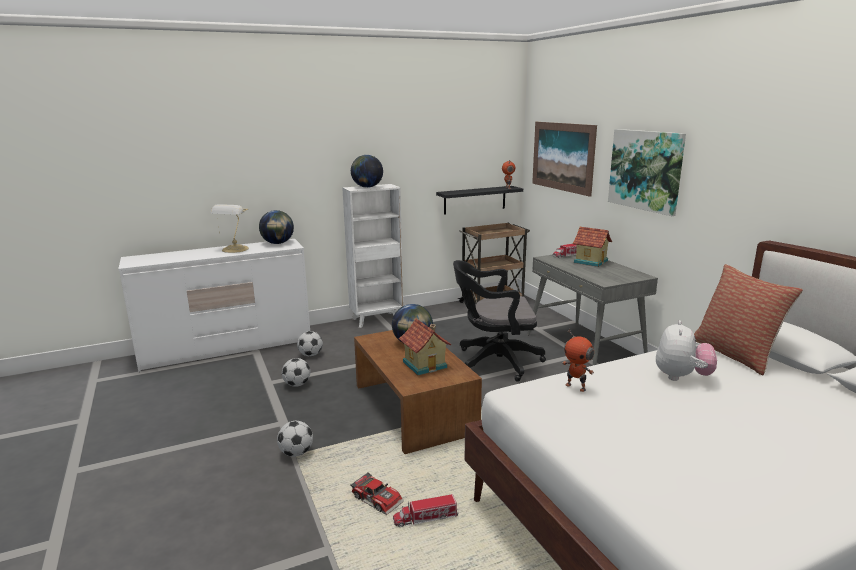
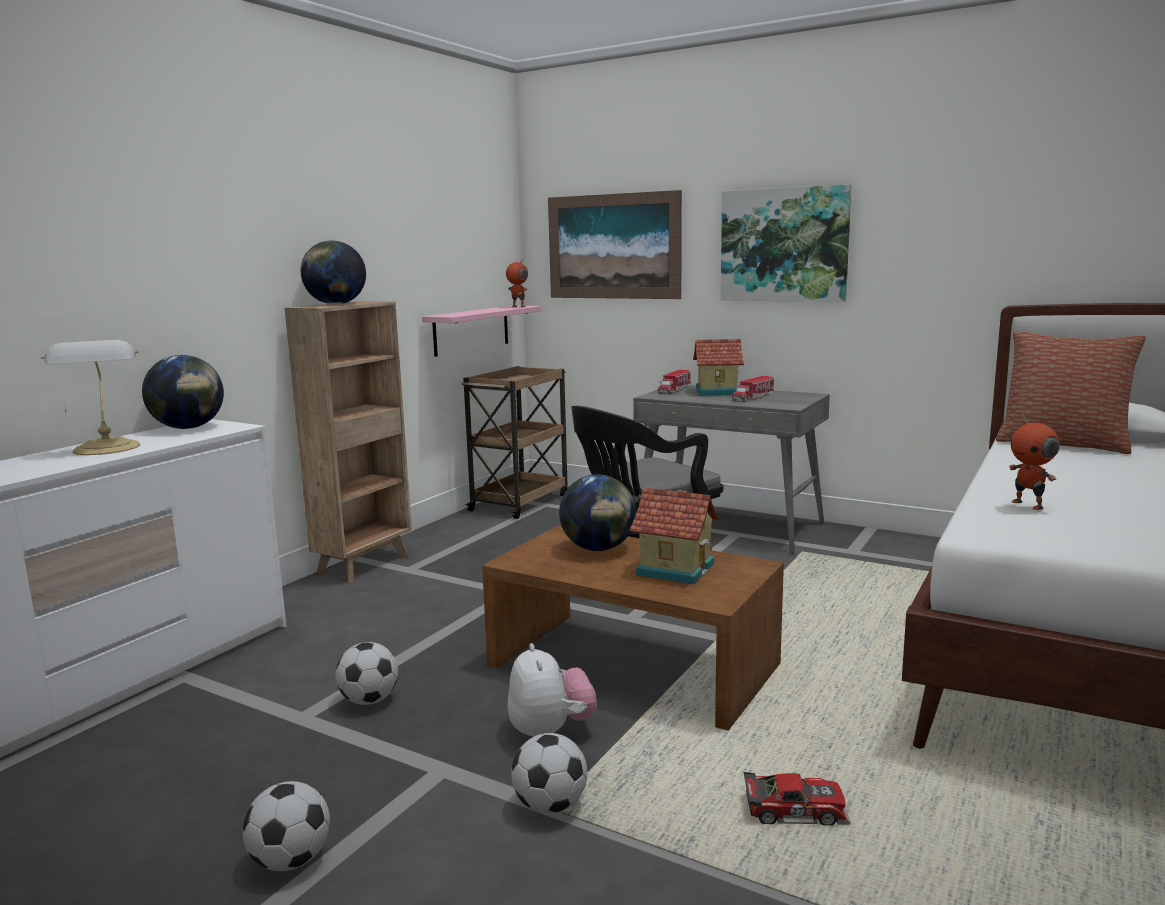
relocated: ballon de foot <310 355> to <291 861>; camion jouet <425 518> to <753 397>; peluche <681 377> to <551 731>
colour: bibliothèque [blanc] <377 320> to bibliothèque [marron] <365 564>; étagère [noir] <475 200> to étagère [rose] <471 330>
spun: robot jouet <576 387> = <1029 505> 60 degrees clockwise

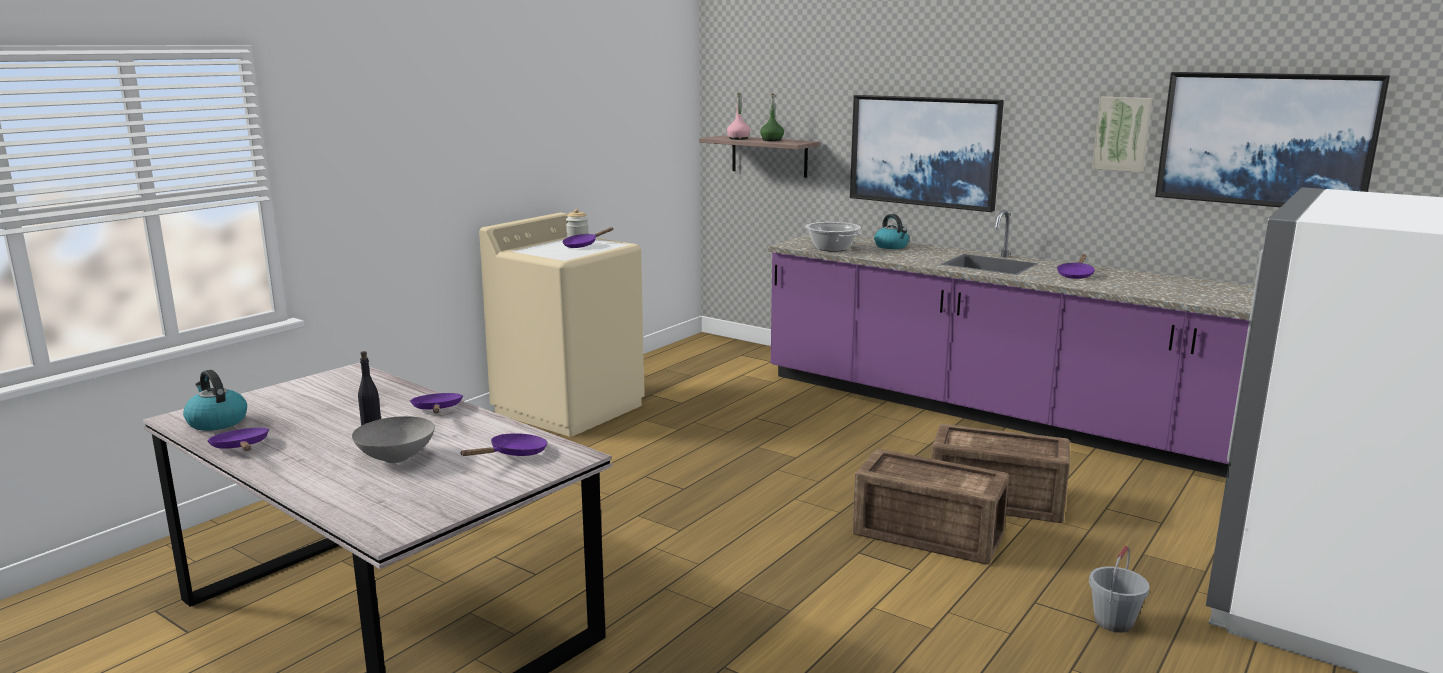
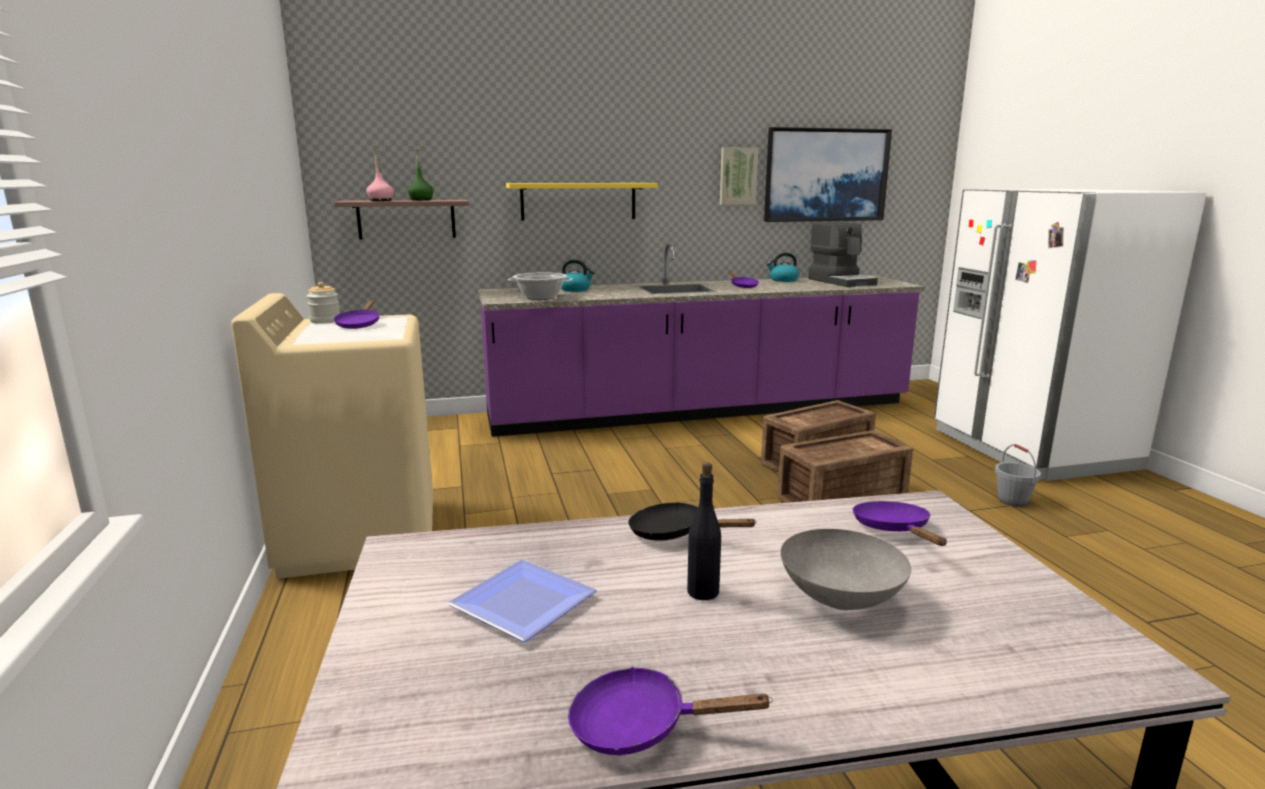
appeared: assiette <518 604>; machine à café <841 281>
relocated: bouilloire <216 422> to <783 280>
exchanged: tableau <924 151> to étagère [jaune] <578 201>
colour: poêle [violet] <437 410> to poêle [noir] <674 533>

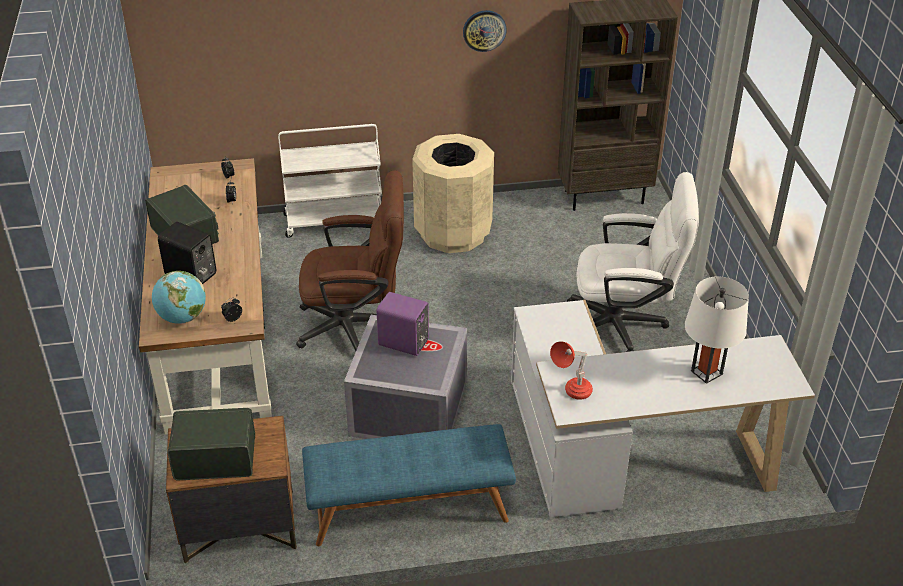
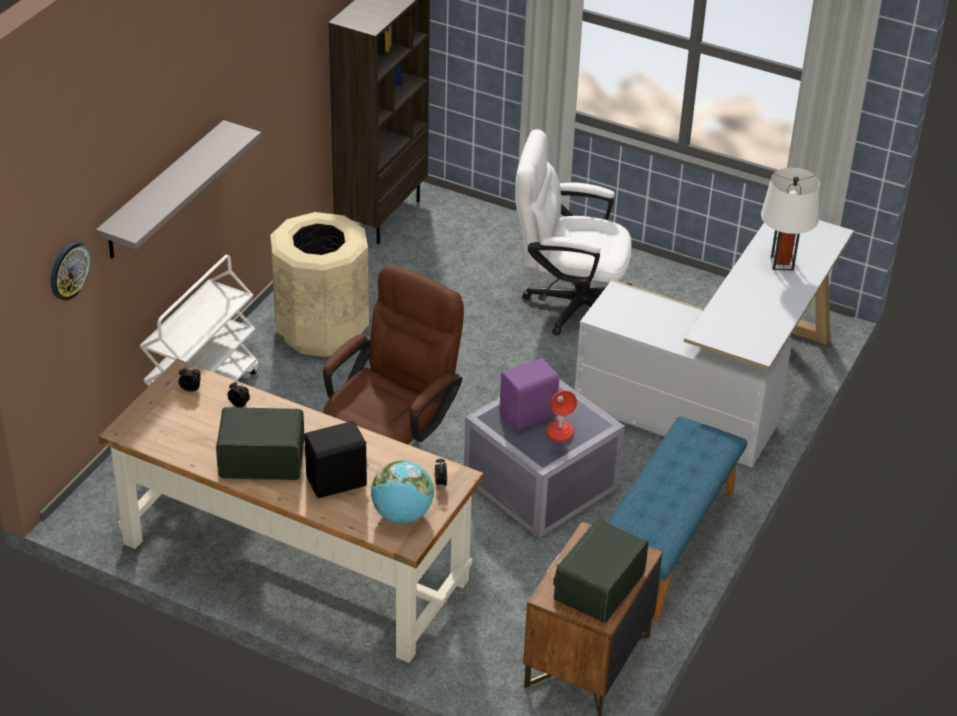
appeared: étagère [gris] <163 191>
relocated: horloge murale <484 30> to <69 270>; lampe de table [rouge] <572 394> to <559 439>
spun: chaise de bureau [blanc] <625 325> = <568 303> 120 degrees counterclockwise

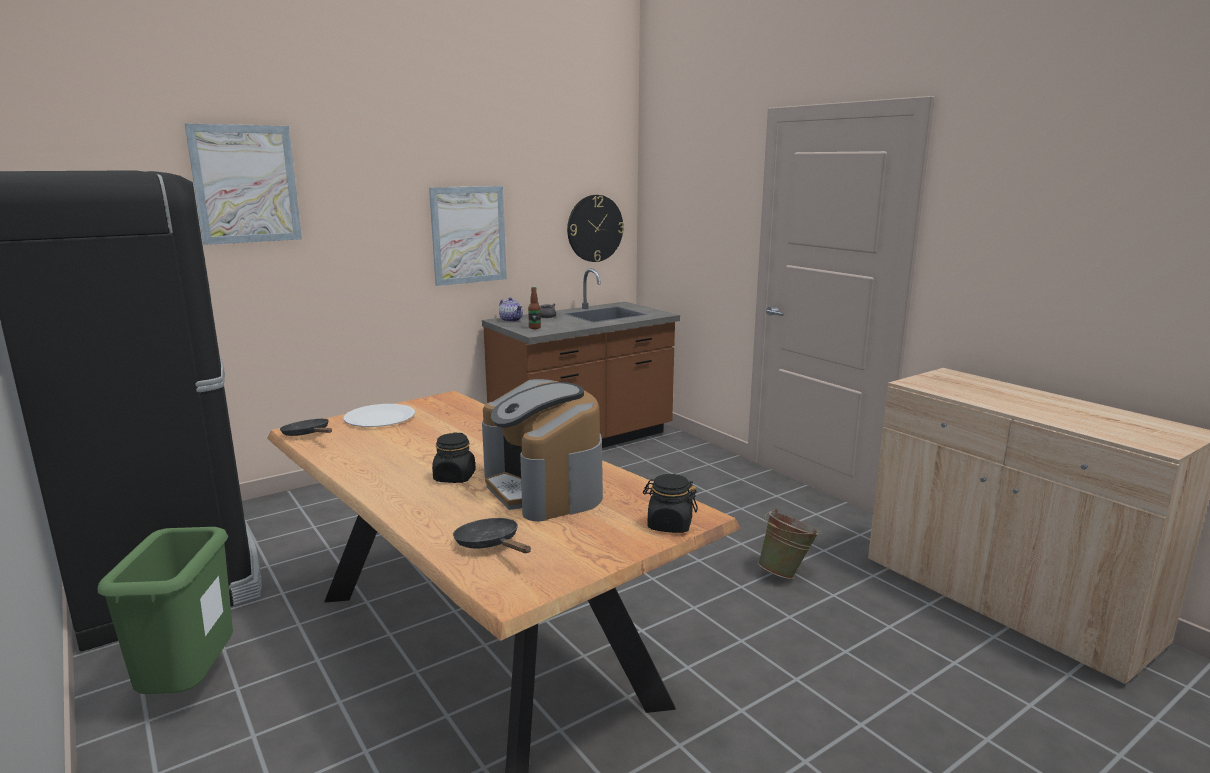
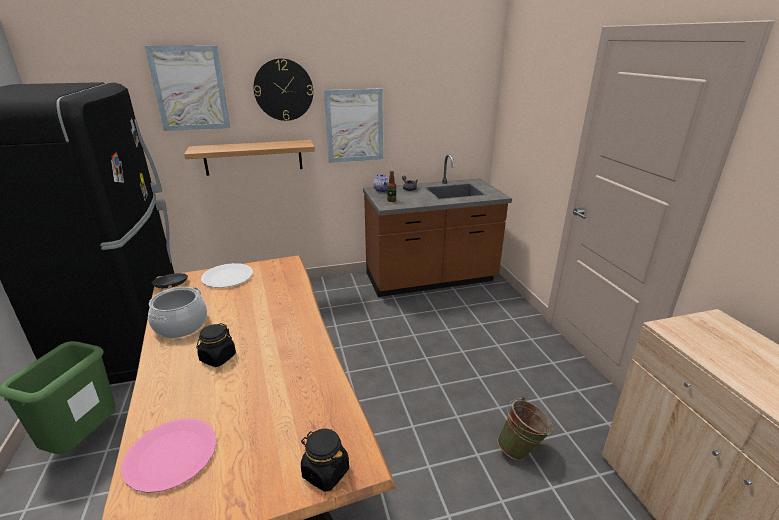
missing: machine à café <544 488>
appeared: marmite <181 325>; étagère <253 157>
relocated: horloge murale <595 228> to <283 90>
exchanged: poêle [noir] <490 544> to assiette [rose] <171 455>

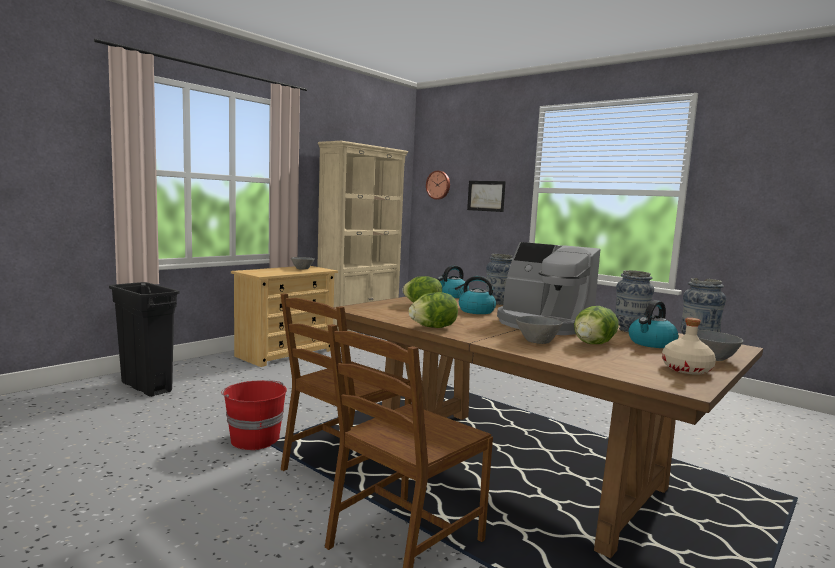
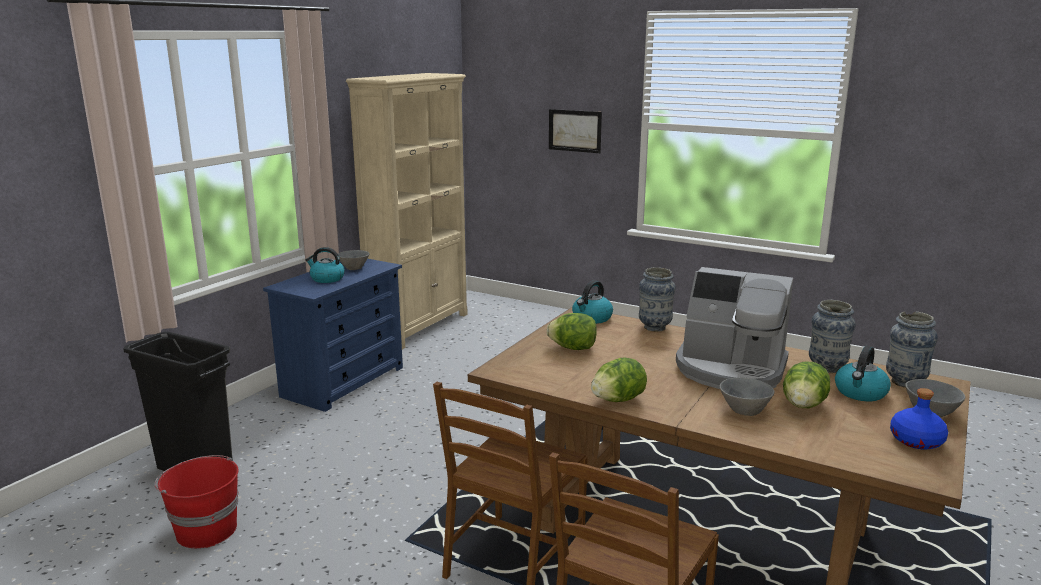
missing: horloge murale <438 185>
relocated: seau [rouge] <254 439> to <205 530>; bouilloire <475 311> to <326 279>
colour: commode [beige] <285 353> to commode [bleu] <344 381>; bouteille [beige] <686 369> to bouteille [bleu] <916 441>

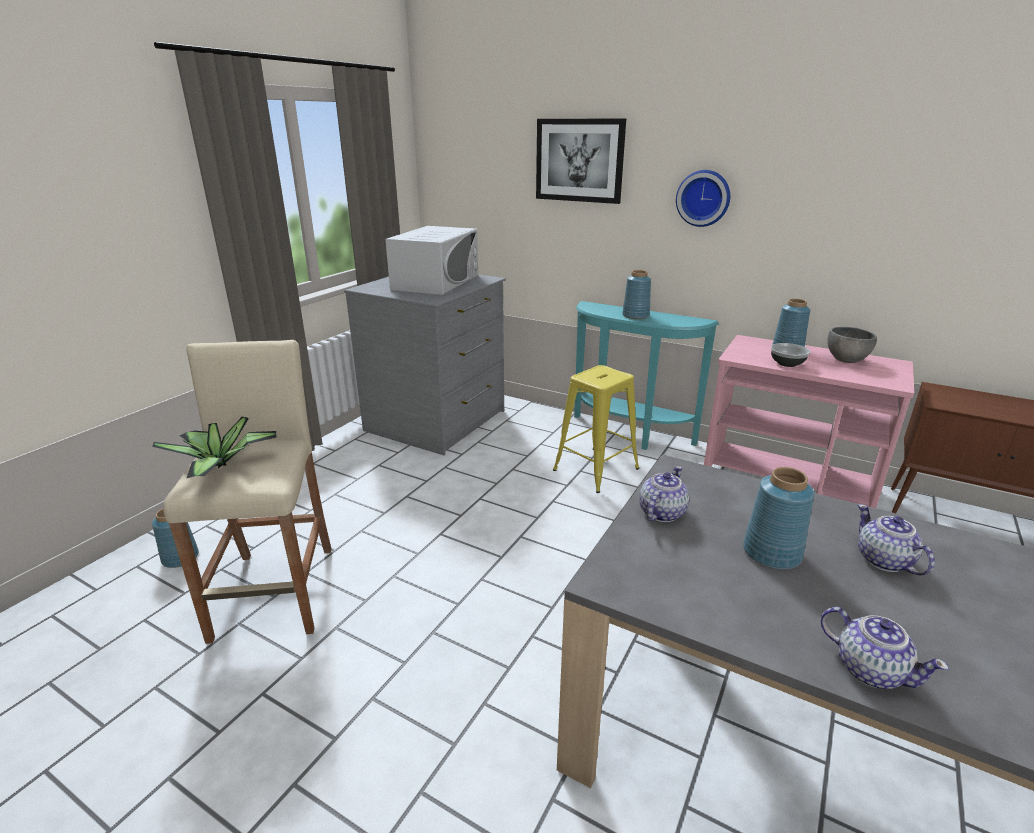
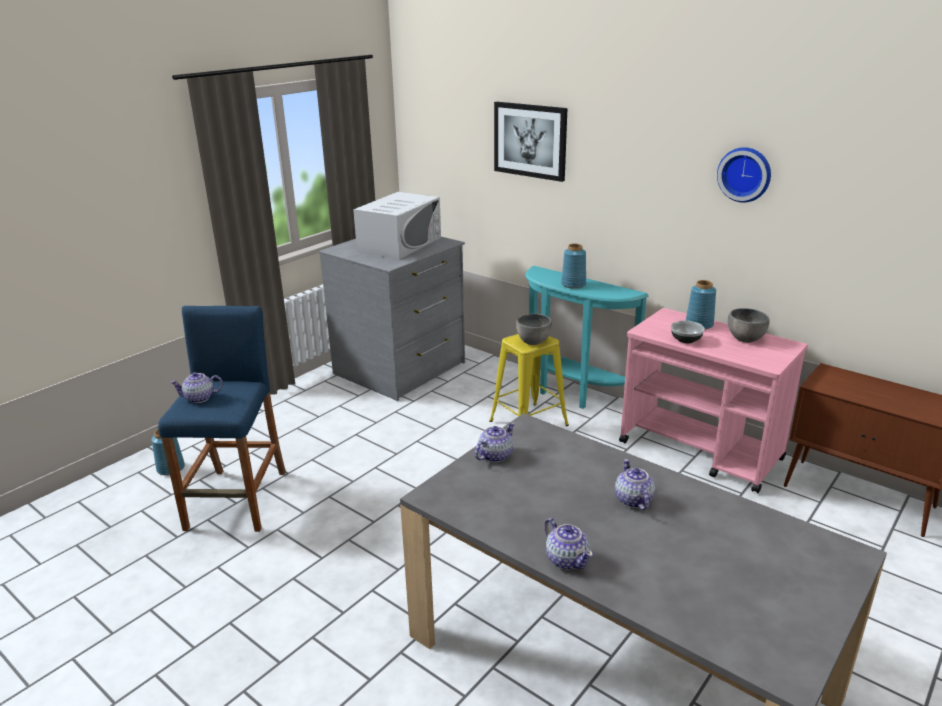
missing: vase [bleu] <772 553>
appeared: bol [gris] <533 342>
relocated: horloge murale <703 198> to <745 174>
exchanged: plante en pot <221 465> to théière <200 398>
colour: tabouret [beige] <276 592> to tabouret [bleu] <238 500>

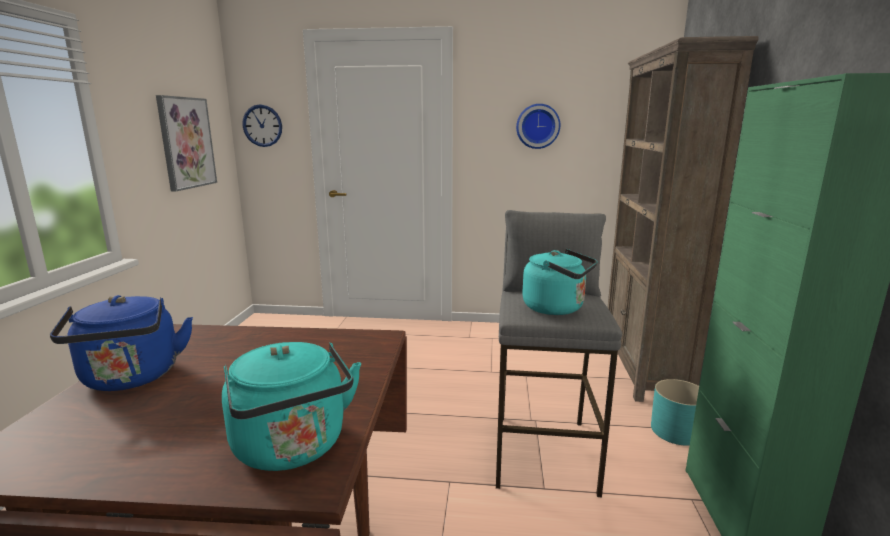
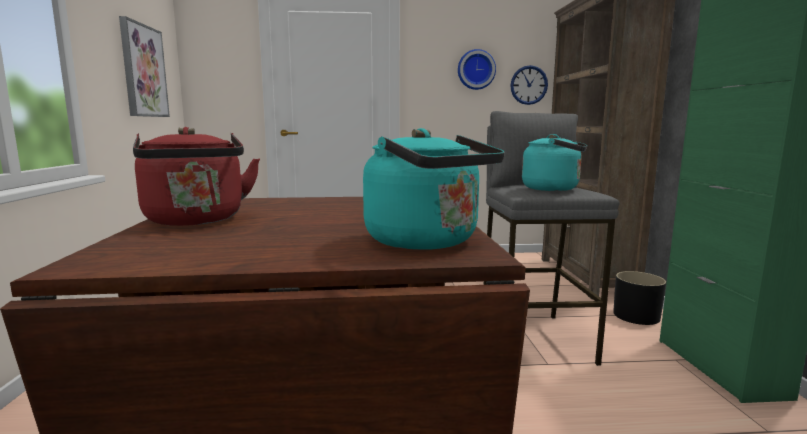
relocated: horloge murale <262 125> to <528 85>
colour: bouilloire [bleu] <131 378> to bouilloire [rouge] <196 221>; cache-pot [turquoise] <676 431> to cache-pot [noir] <636 316>

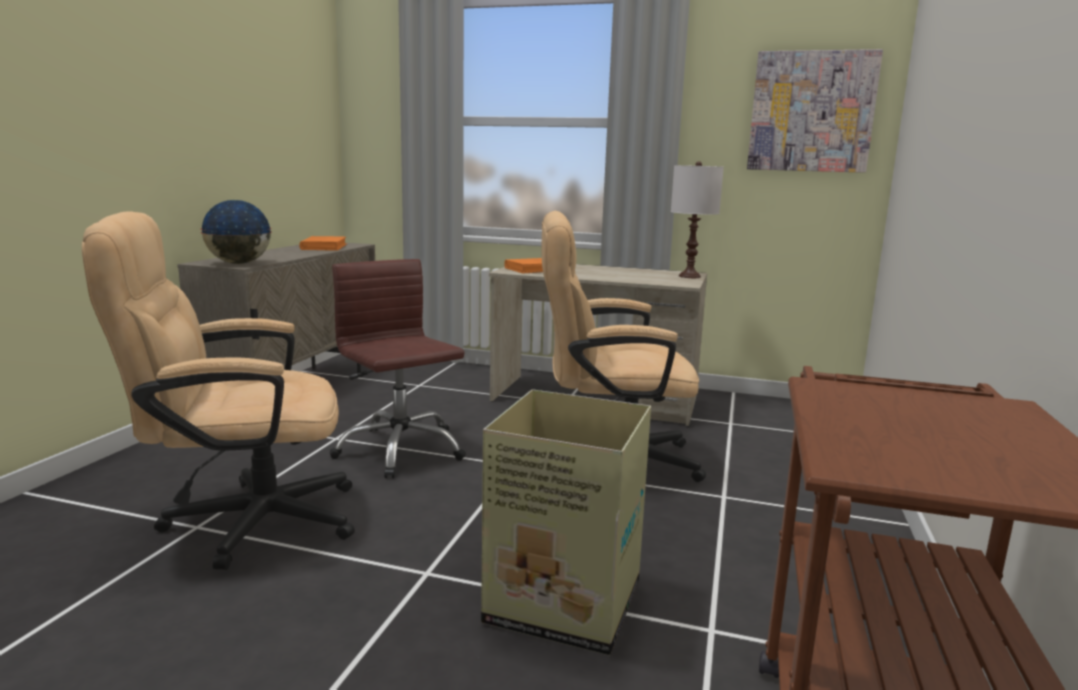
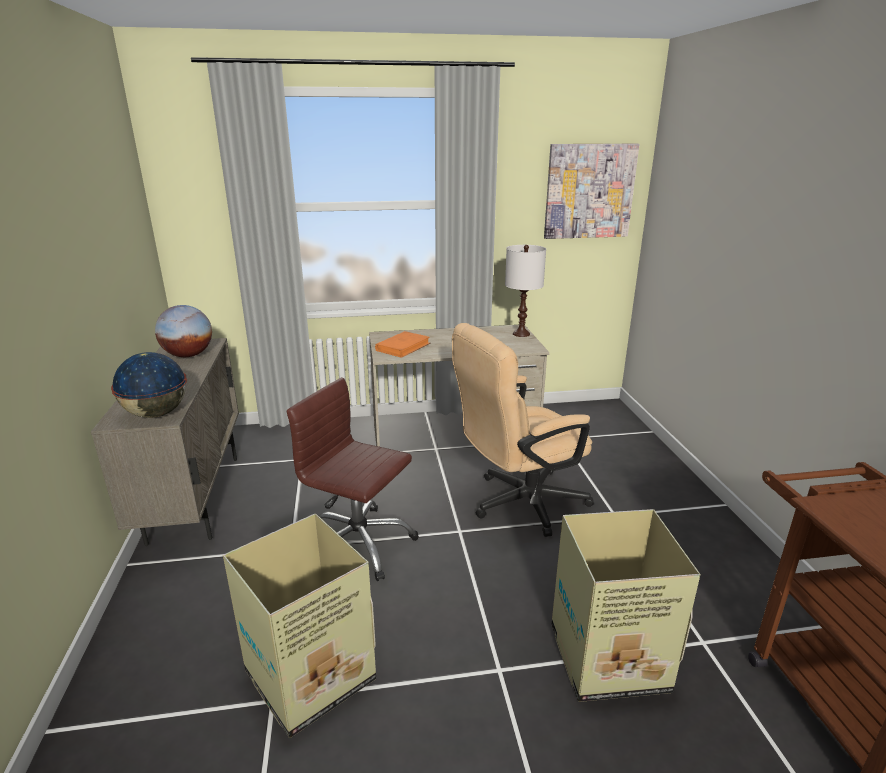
exchanged: chaise de bureau [beige] <243 521> to carton <308 677>; livre [orange] <324 247> to globe <188 355>

